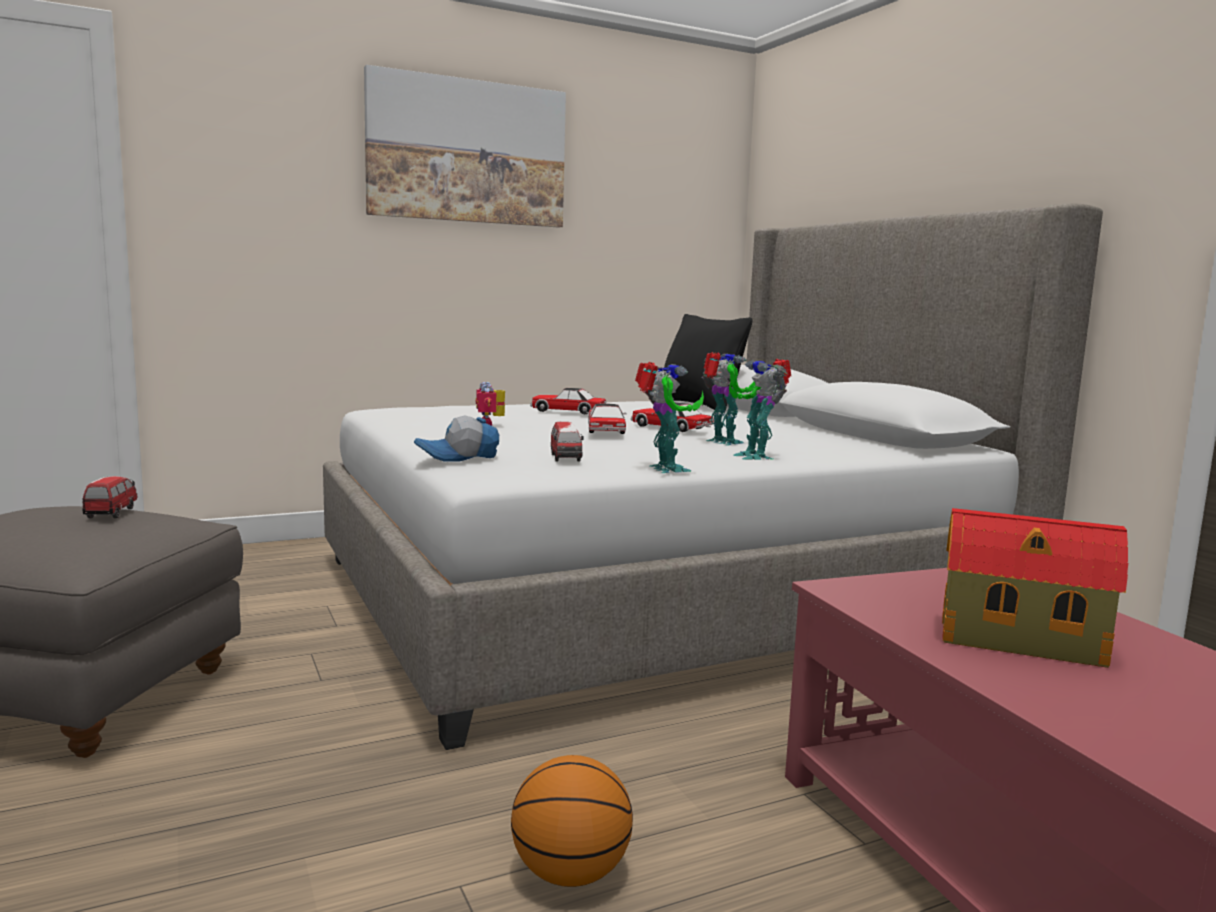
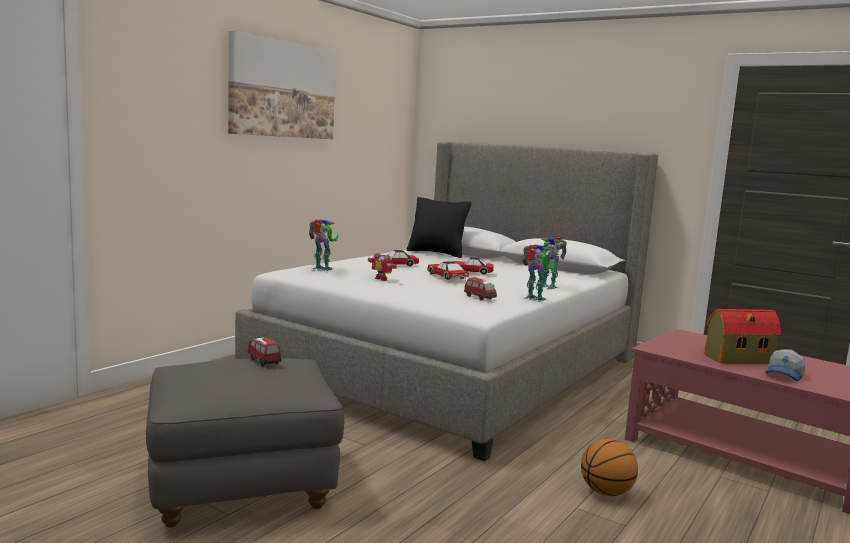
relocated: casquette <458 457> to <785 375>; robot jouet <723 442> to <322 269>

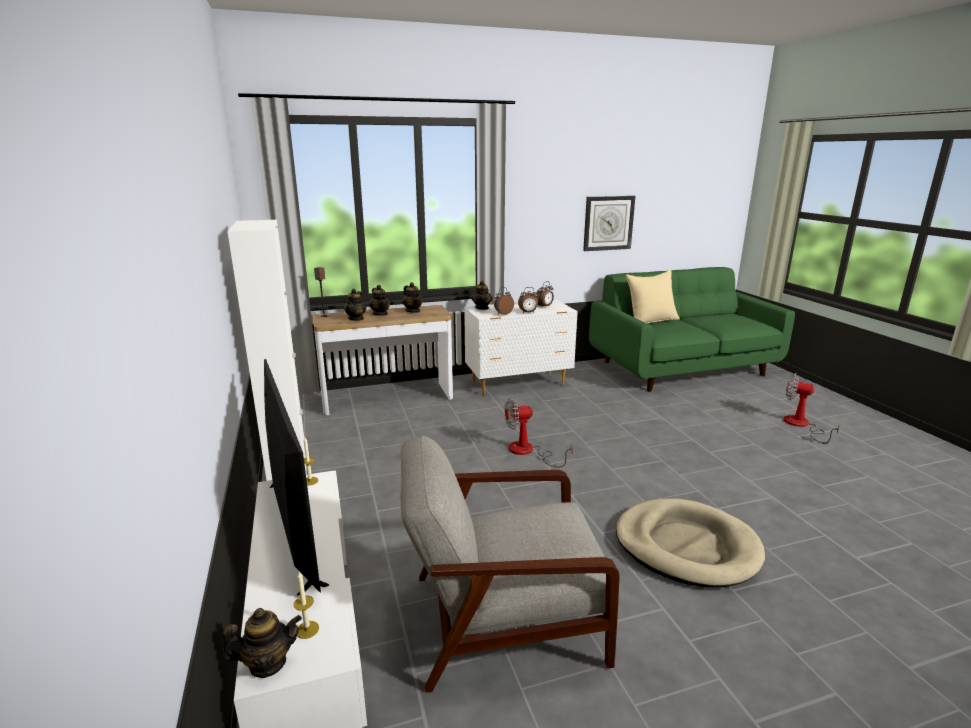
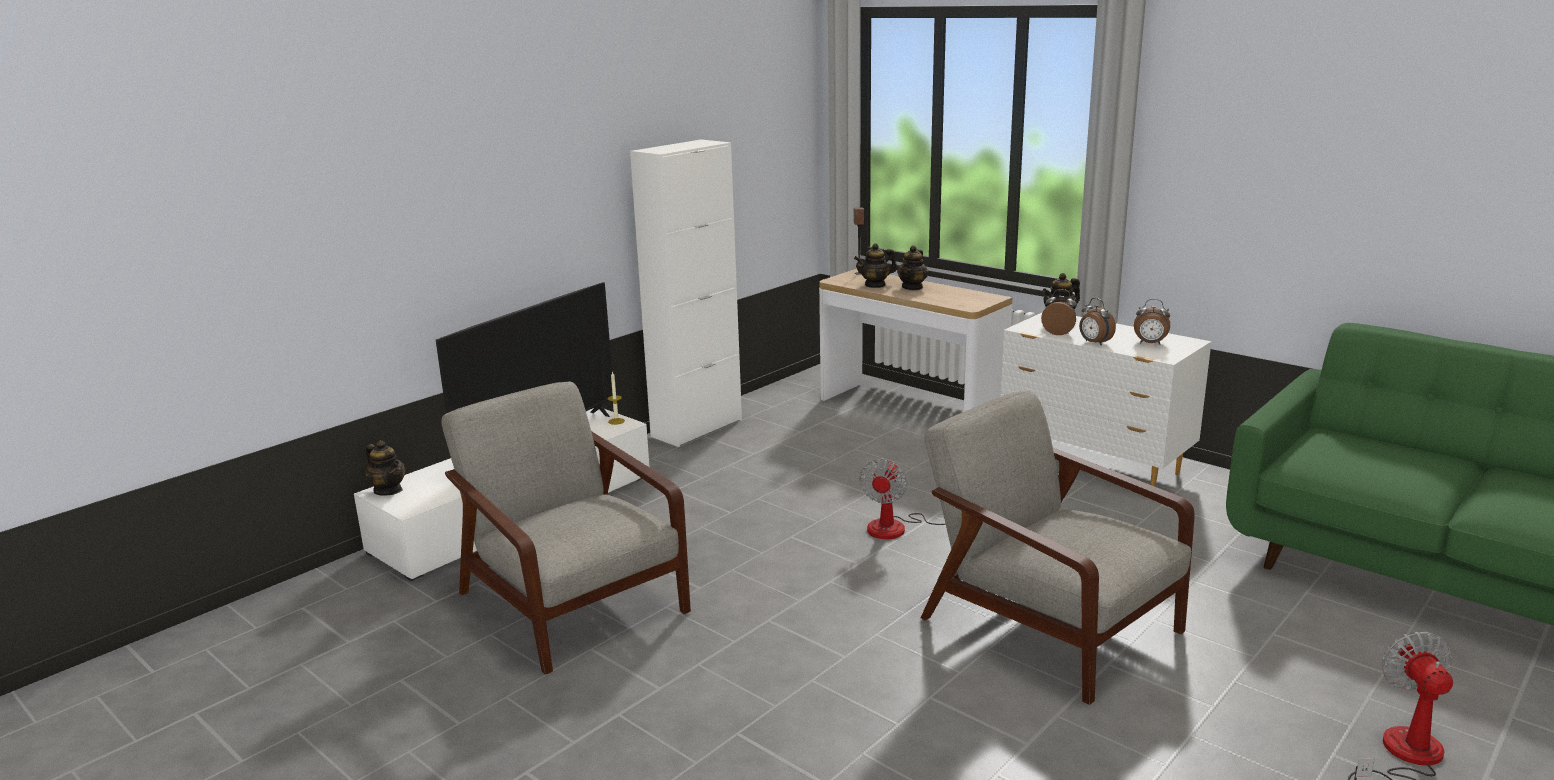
missing: bougie <307 629>; théière <413 311>; horloge murale <608 223>; panier pour chien [beige] <686 546>; coussin [beige] <651 320>
appeared: fauteuil [gris] <1046 623>
spun: ventilateur <528 452> = <899 527> 120 degrees counterclockwise

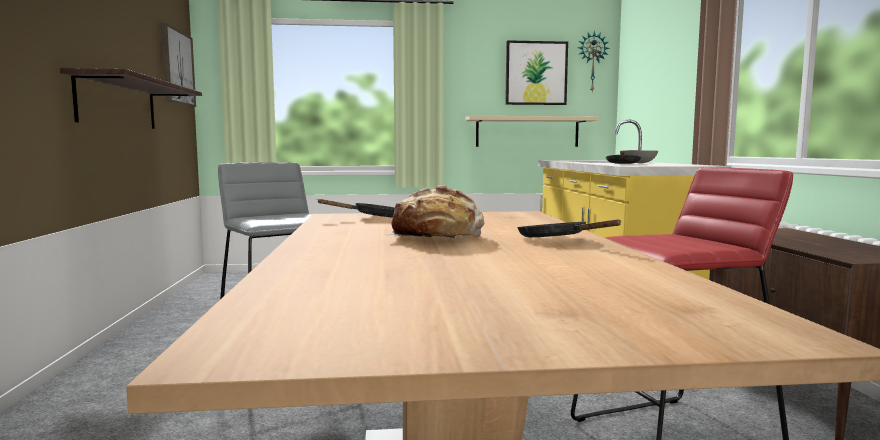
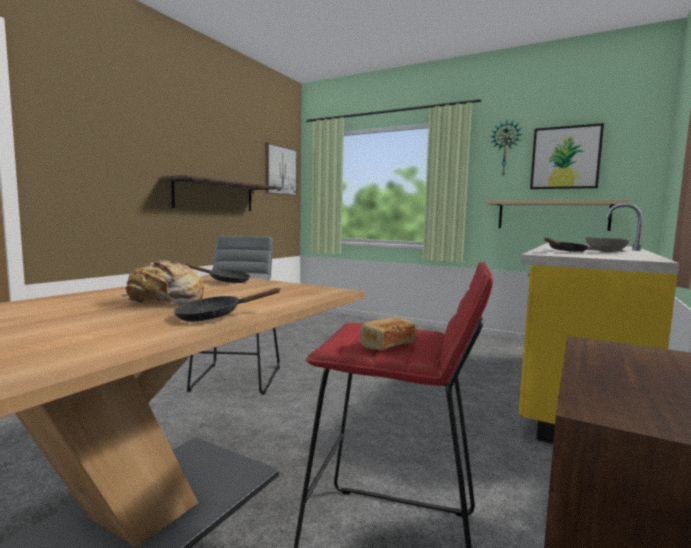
appeared: pain <386 345>
relocated: horloge murale <592 62> to <505 148>
spun: poêle [noir] <557 239> = <215 316> 120 degrees counterclockwise

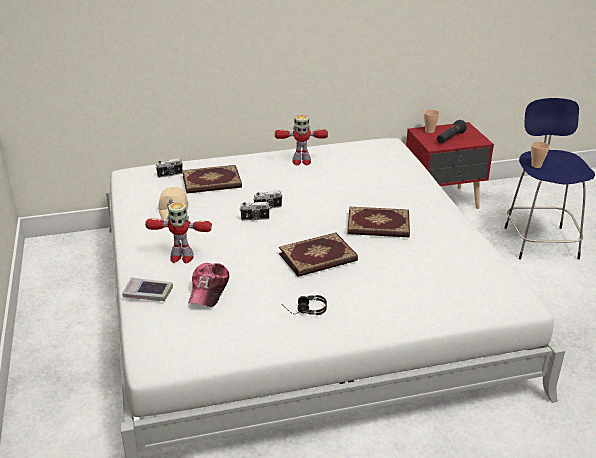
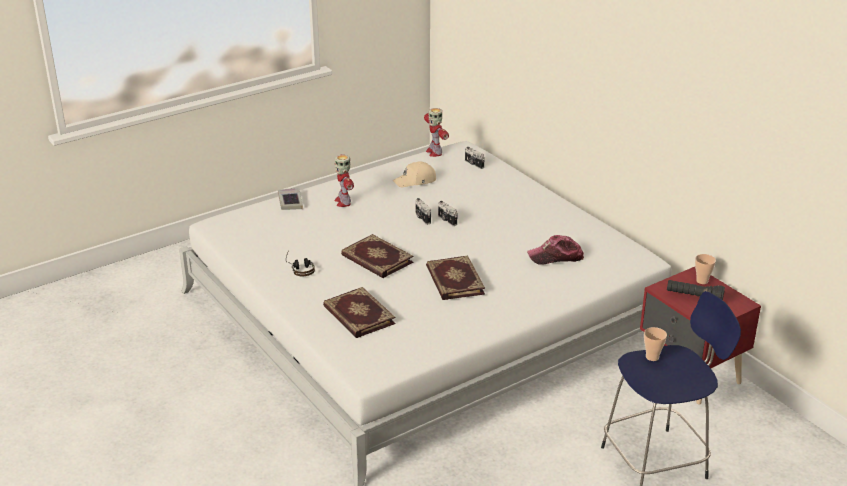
relocated: livre <212 182> to <358 315>; casquette <209 290> to <556 257>; robot jouet <301 161> to <434 152>

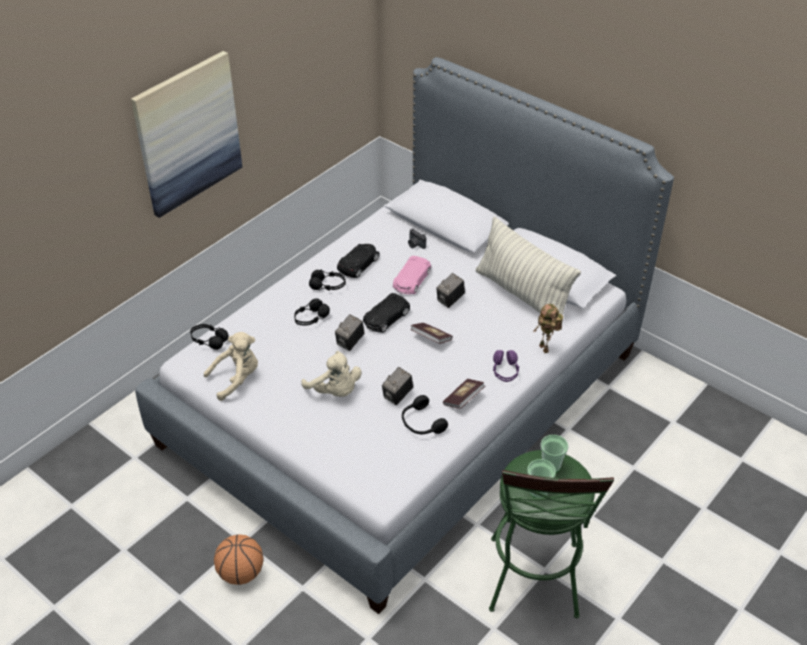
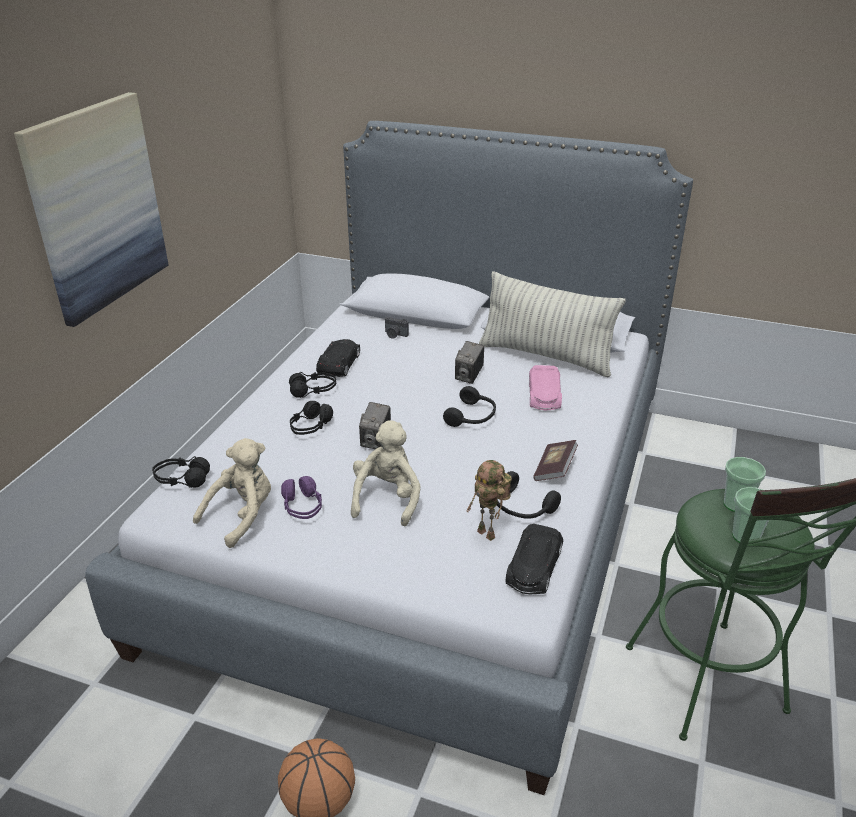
missing: appareil photo <397 396>
relocated: petite voiture [noir] <386 318> to <534 567>; petite voiture [rose] <411 280> to <544 395>; casque audio [violet] <505 371> to <302 507>; robot jouet <545 349> to <488 534>
exchanged: livre <431 338> to casque audio [noir] <472 417>
spun: peluche [beige] <335 391> = <387 499> 105 degrees counterclockwise

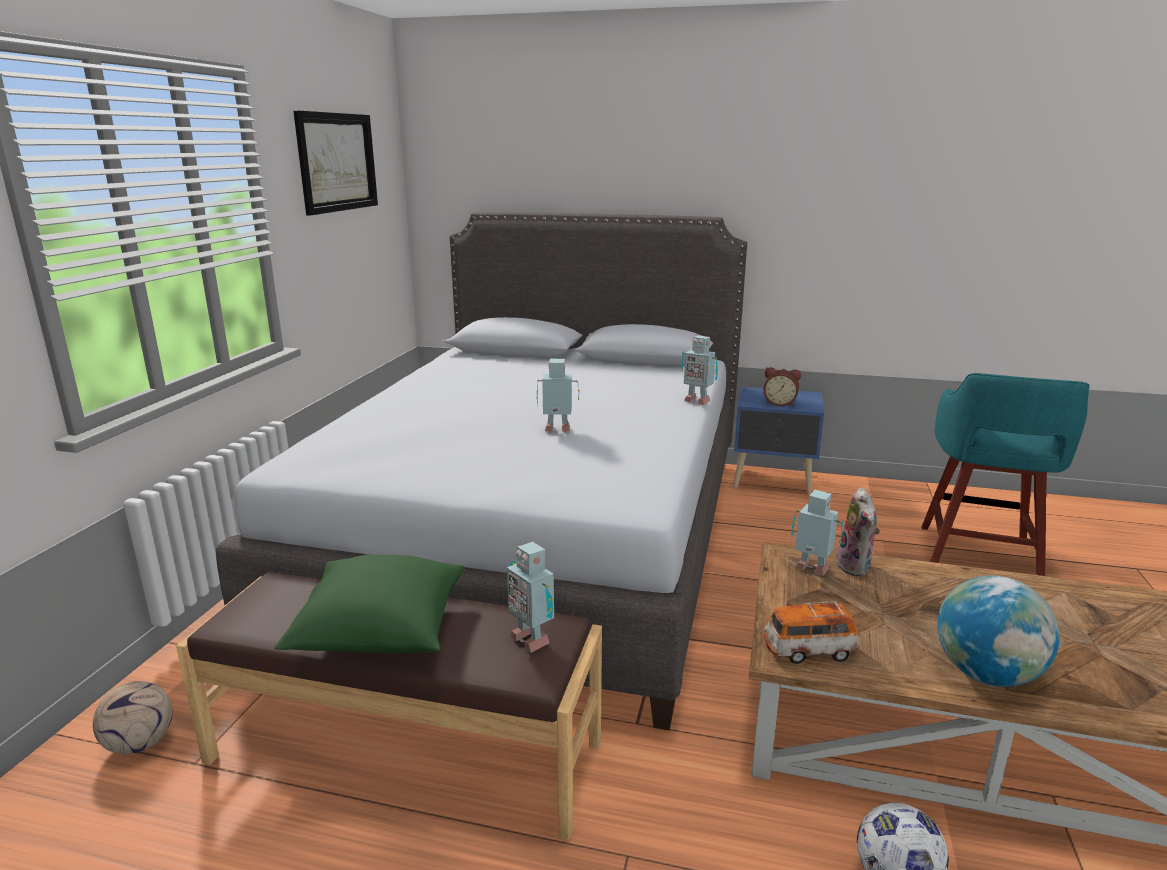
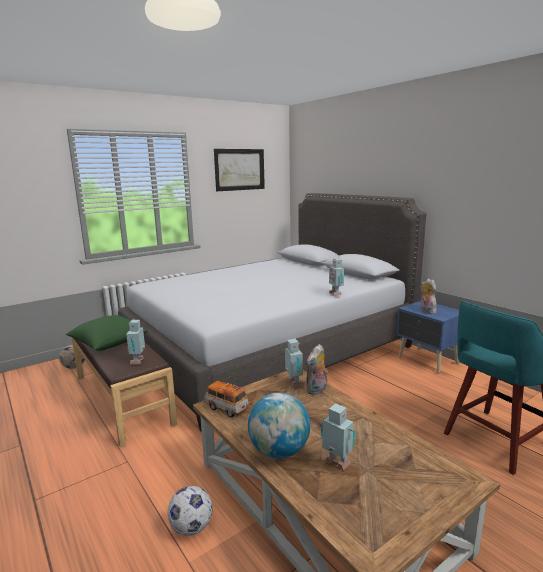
relocated: robot jouet <558 430> to <337 464>
exchanged: réveil <780 403> to peluche <426 311>

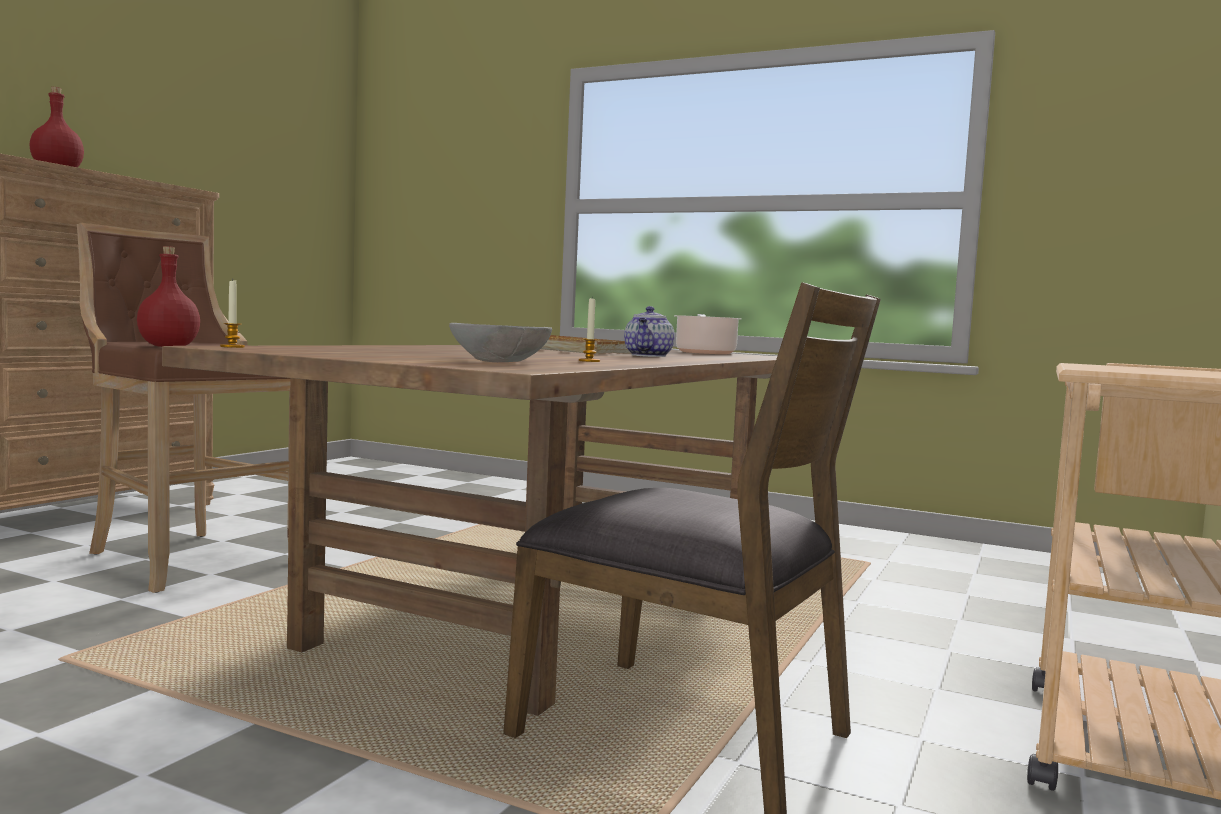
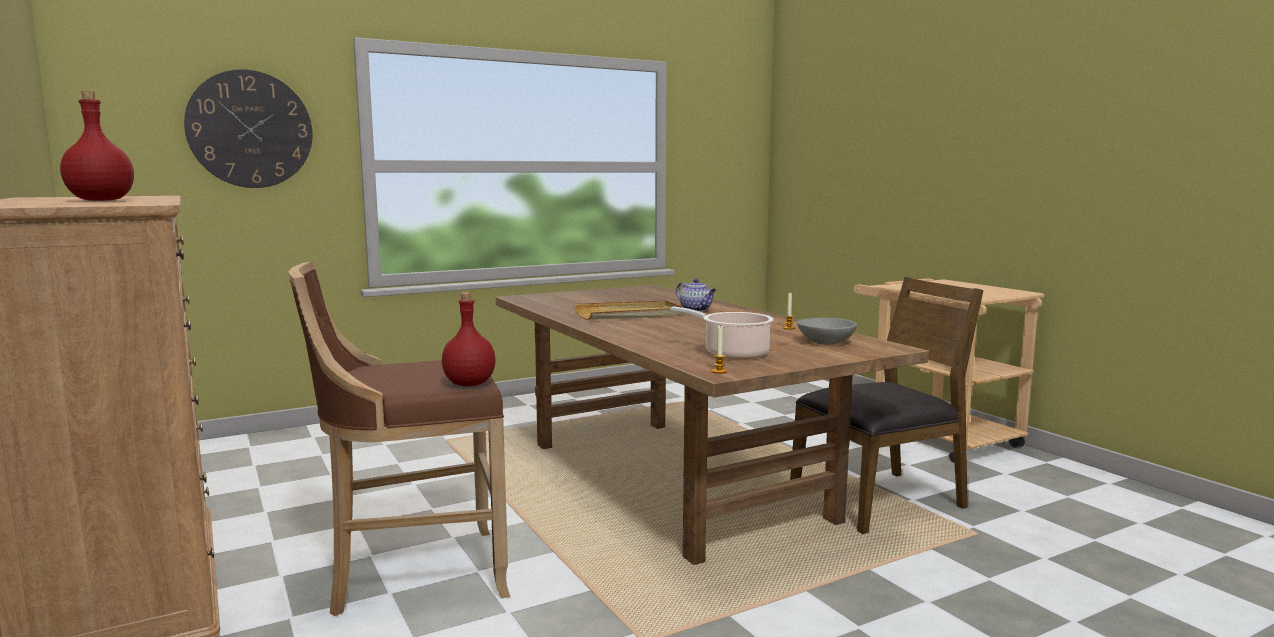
appeared: horloge murale <250 129>
relocated: marmite <705 352> to <732 353>

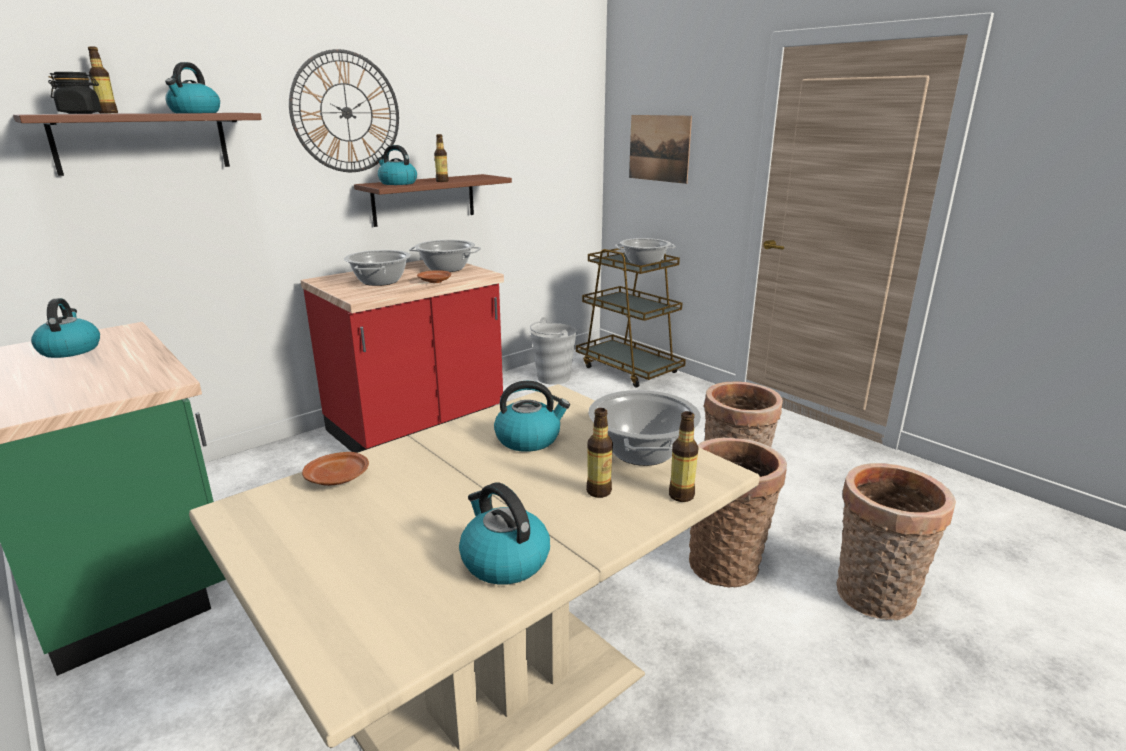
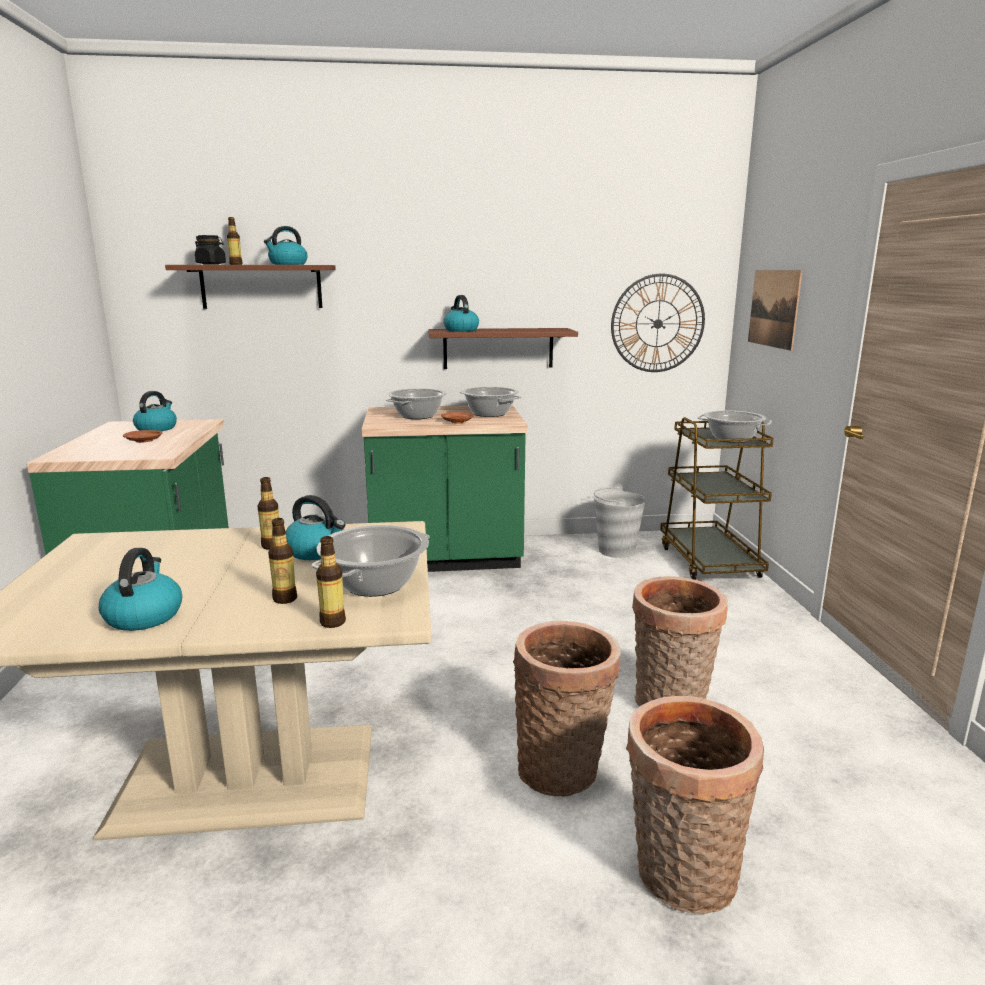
relocated: horloge murale <346 112> to <657 323>; assiette [marron] <338 478> to <144 441>; bouteille <442 181> to <272 546>
colour: comptoir de cuisine [rouge] <417 425> to comptoir de cuisine [vert] <446 559>

